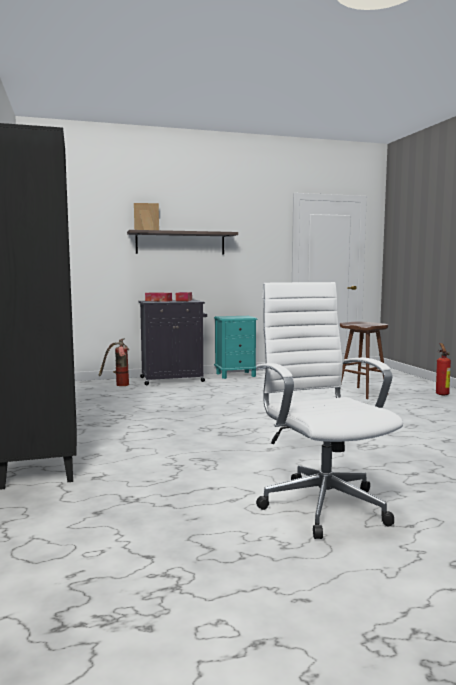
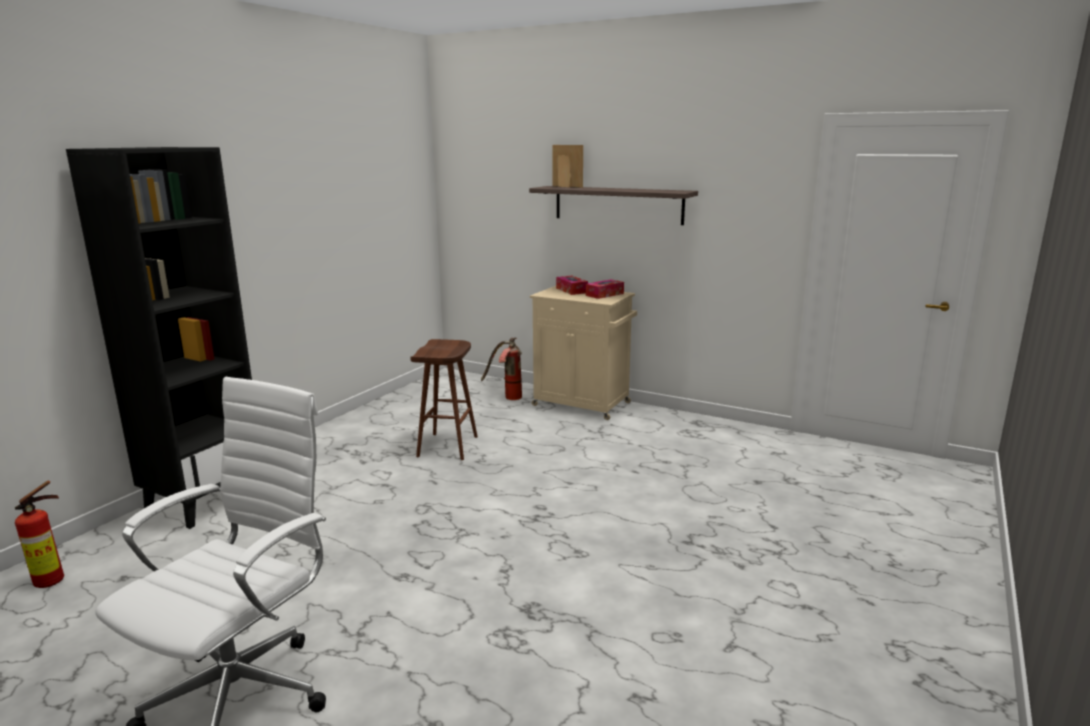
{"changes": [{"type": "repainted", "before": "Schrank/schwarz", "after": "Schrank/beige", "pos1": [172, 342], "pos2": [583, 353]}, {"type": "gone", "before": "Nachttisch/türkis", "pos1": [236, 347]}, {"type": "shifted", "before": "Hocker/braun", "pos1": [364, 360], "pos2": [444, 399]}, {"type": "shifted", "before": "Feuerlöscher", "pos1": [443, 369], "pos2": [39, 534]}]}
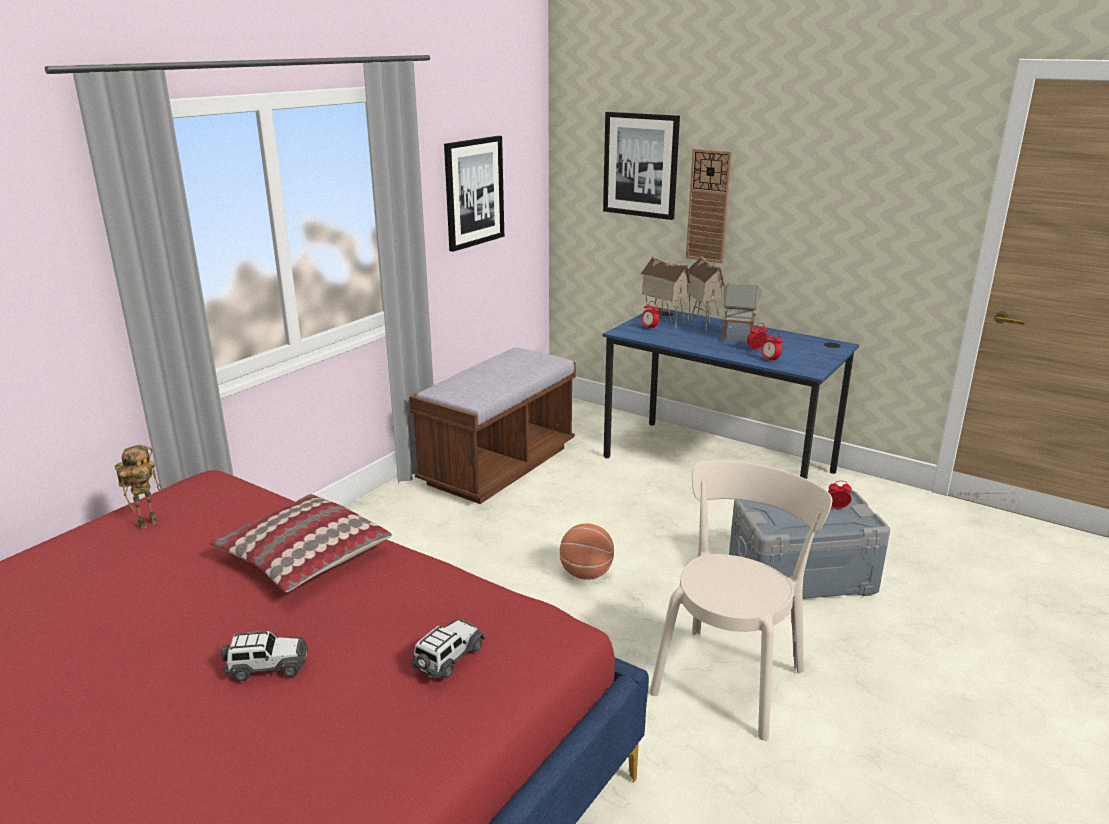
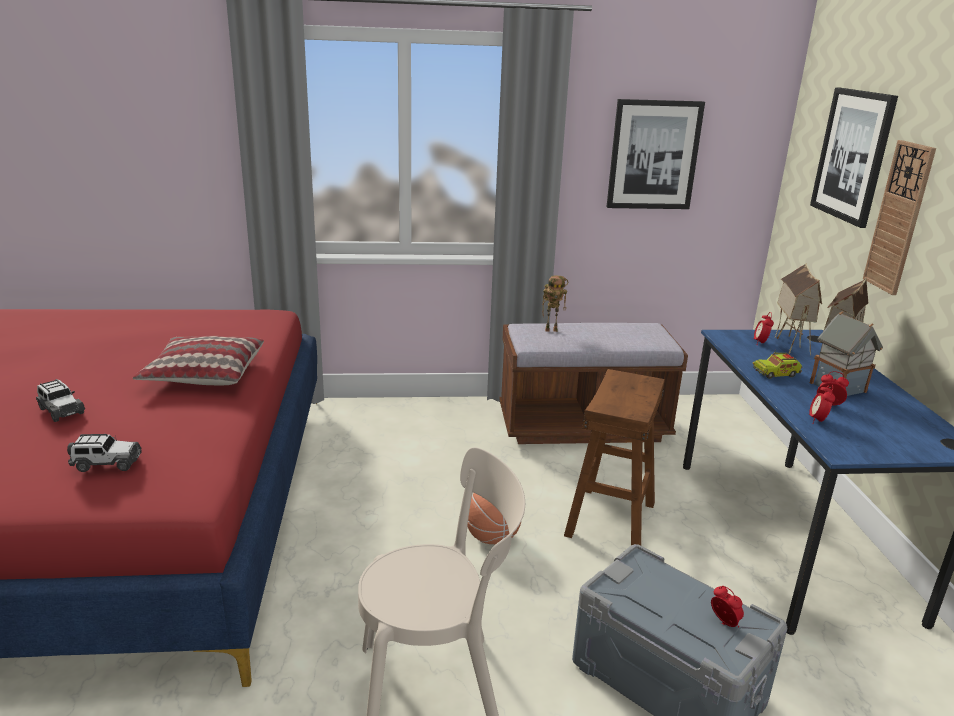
{"changes": [{"type": "shifted", "before": "Spielzeugroboter", "pos1": [138, 487], "pos2": [555, 304]}, {"type": "new", "after": "Spielzeuglaster", "pos2": [778, 364]}, {"type": "new", "after": "Hocker/braun", "pos2": [614, 457]}]}
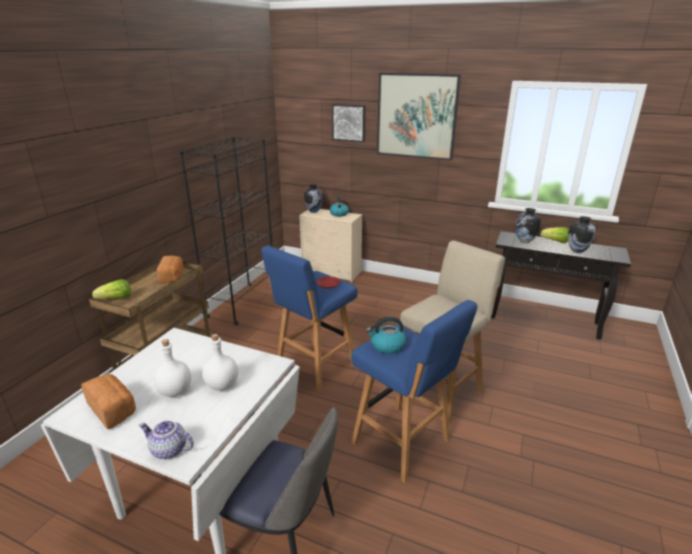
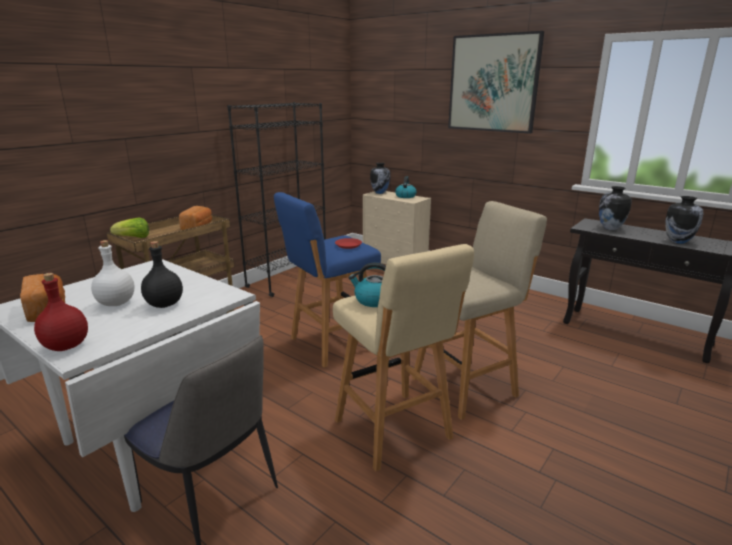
{"changes": [{"type": "gone", "before": "Bild", "pos1": [349, 123]}, {"type": "gone", "before": "Salatkopf", "pos1": [554, 235]}, {"type": "repainted", "before": "Hocker/blau", "after": "Hocker/beige", "pos1": [414, 391], "pos2": [403, 357]}, {"type": "repainted", "before": "Flasche/weiß", "after": "Flasche/schwarz", "pos1": [220, 362], "pos2": [162, 274]}, {"type": "swapped", "before": "Teekanne", "after": "Flasche/rot", "pos1": [166, 439], "pos2": [61, 312]}]}
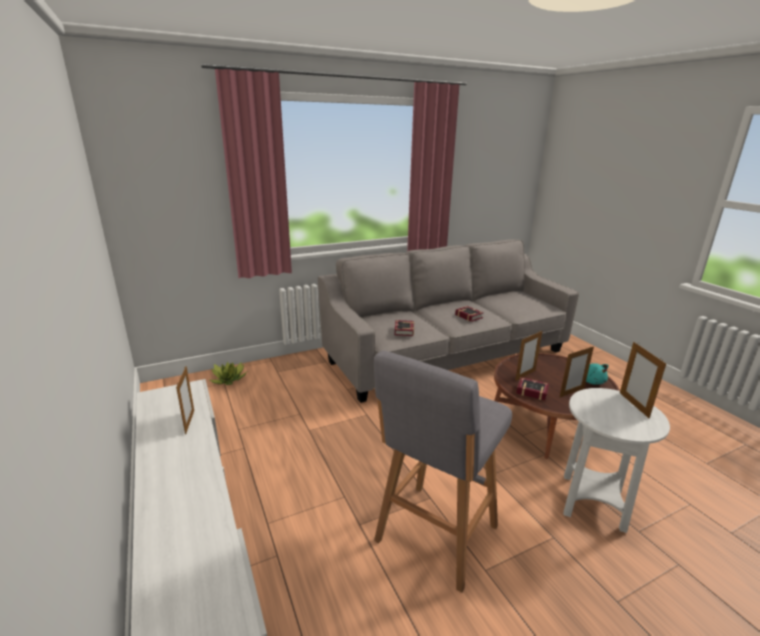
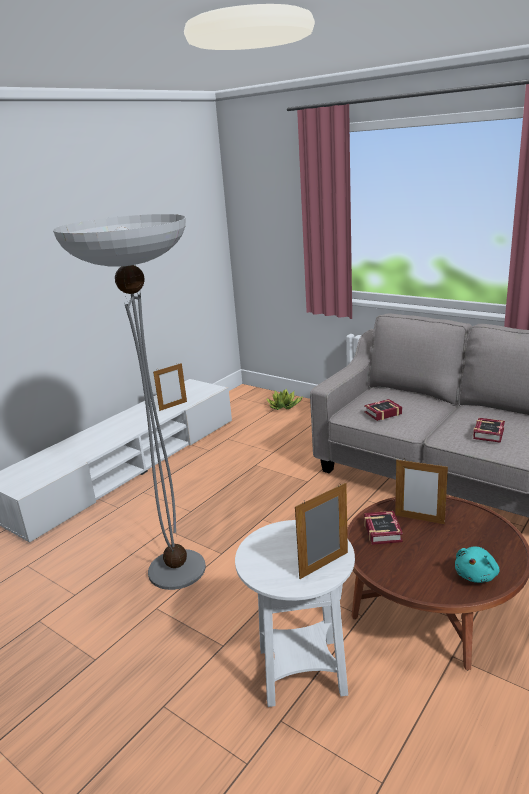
{"changes": [{"type": "gone", "before": "Bilderrahmen", "pos1": [577, 371]}, {"type": "swapped", "before": "Hocker/grau", "after": "Stehlampe", "pos1": [443, 472], "pos2": [129, 402]}]}
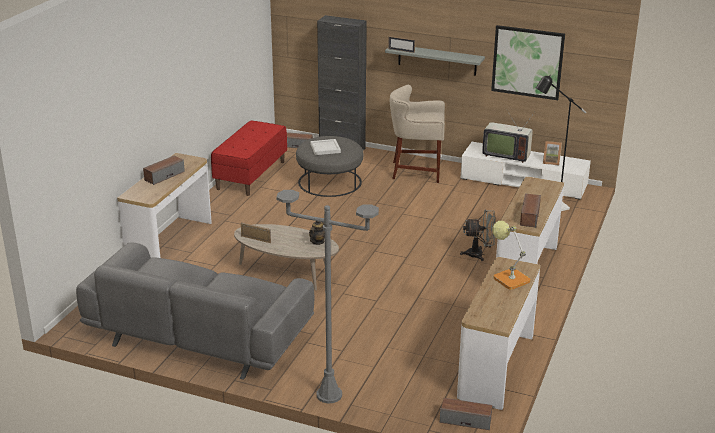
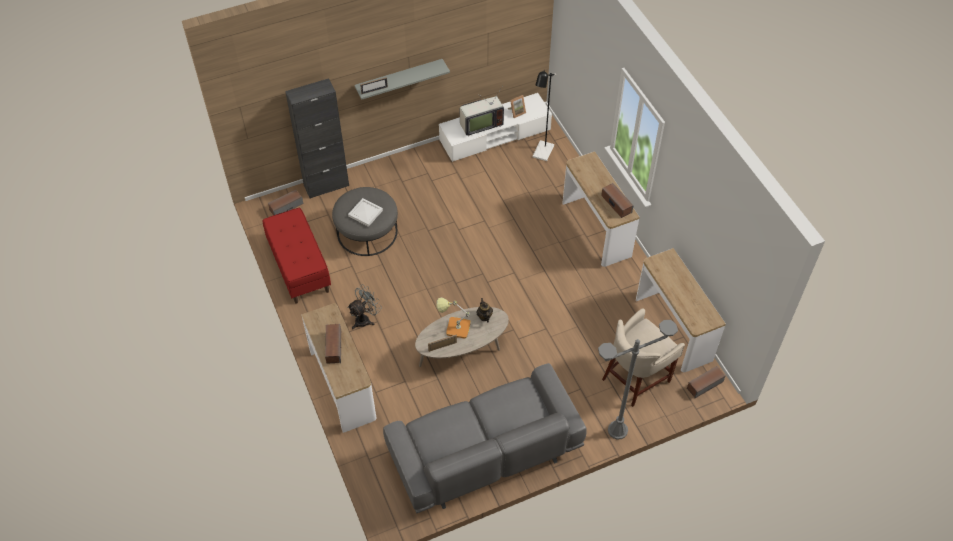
{"changes": [{"type": "gone", "before": "Bild", "pos1": [528, 62]}, {"type": "shifted", "before": "Hocker/beige", "pos1": [417, 134], "pos2": [643, 357]}, {"type": "shifted", "before": "Ventilator/grau", "pos1": [478, 235], "pos2": [364, 307]}, {"type": "shifted", "before": "Tischlampe", "pos1": [511, 255], "pos2": [453, 318]}]}
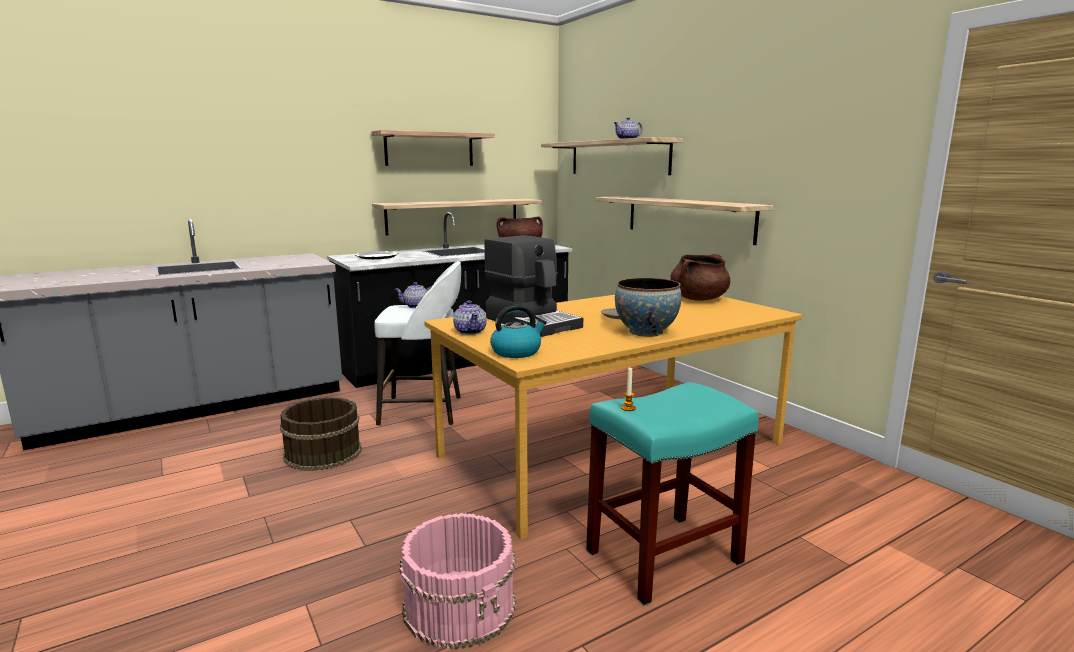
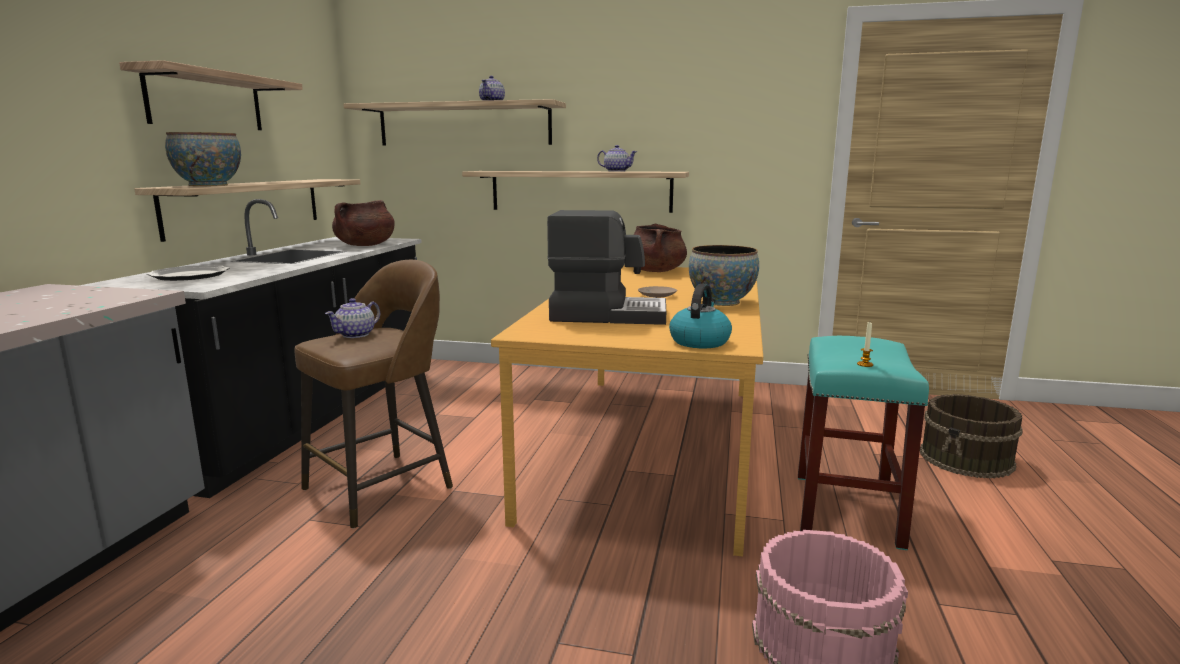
{"changes": [{"type": "repainted", "before": "Hocker/weiß", "after": "Hocker/braun", "pos1": [417, 343], "pos2": [373, 394]}, {"type": "shifted", "before": "Teekanne", "pos1": [470, 317], "pos2": [617, 158]}, {"type": "shifted", "before": "Eimer/braun", "pos1": [321, 434], "pos2": [971, 436]}, {"type": "new", "after": "Schüssel", "pos2": [203, 159]}]}
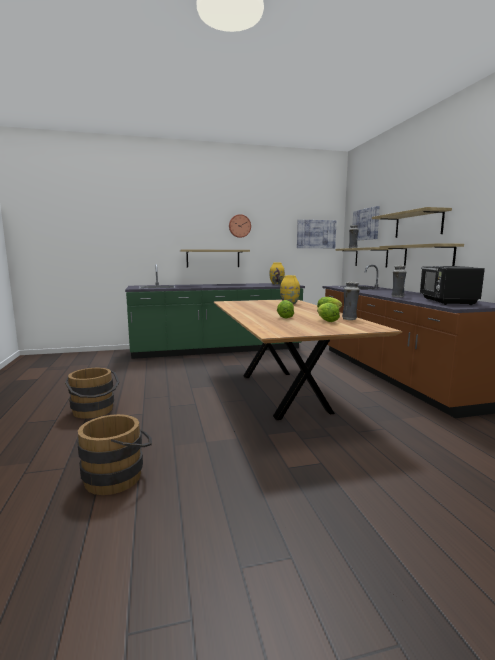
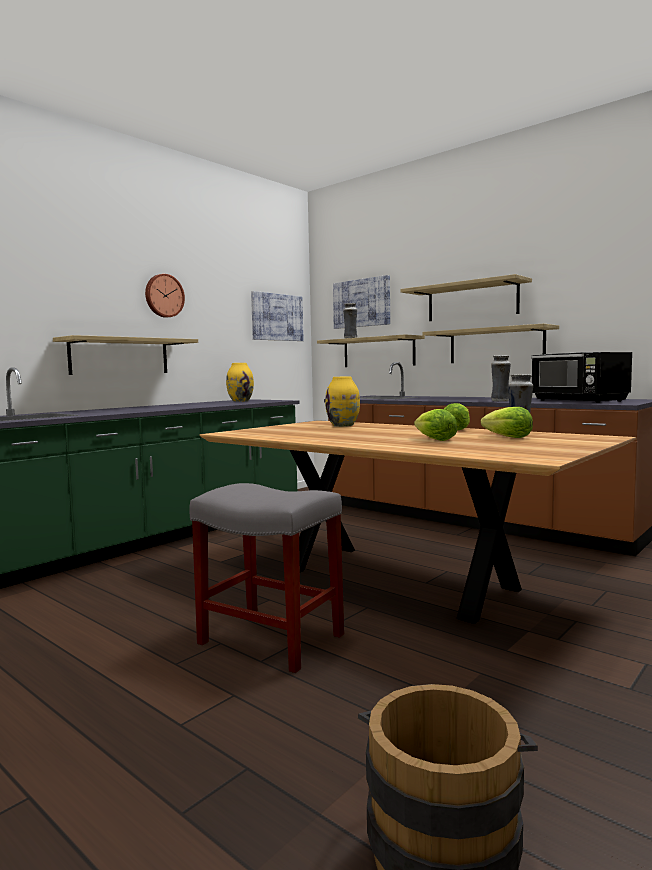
{"changes": [{"type": "gone", "before": "Eimer/braun", "pos1": [92, 393]}, {"type": "new", "after": "Hocker/grau", "pos2": [266, 578]}]}
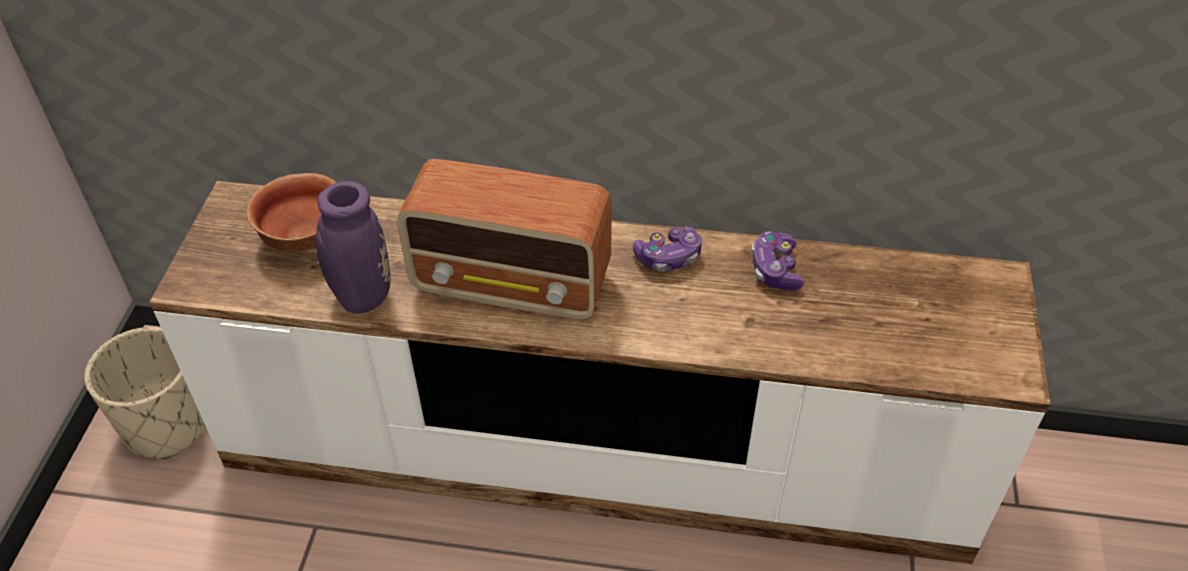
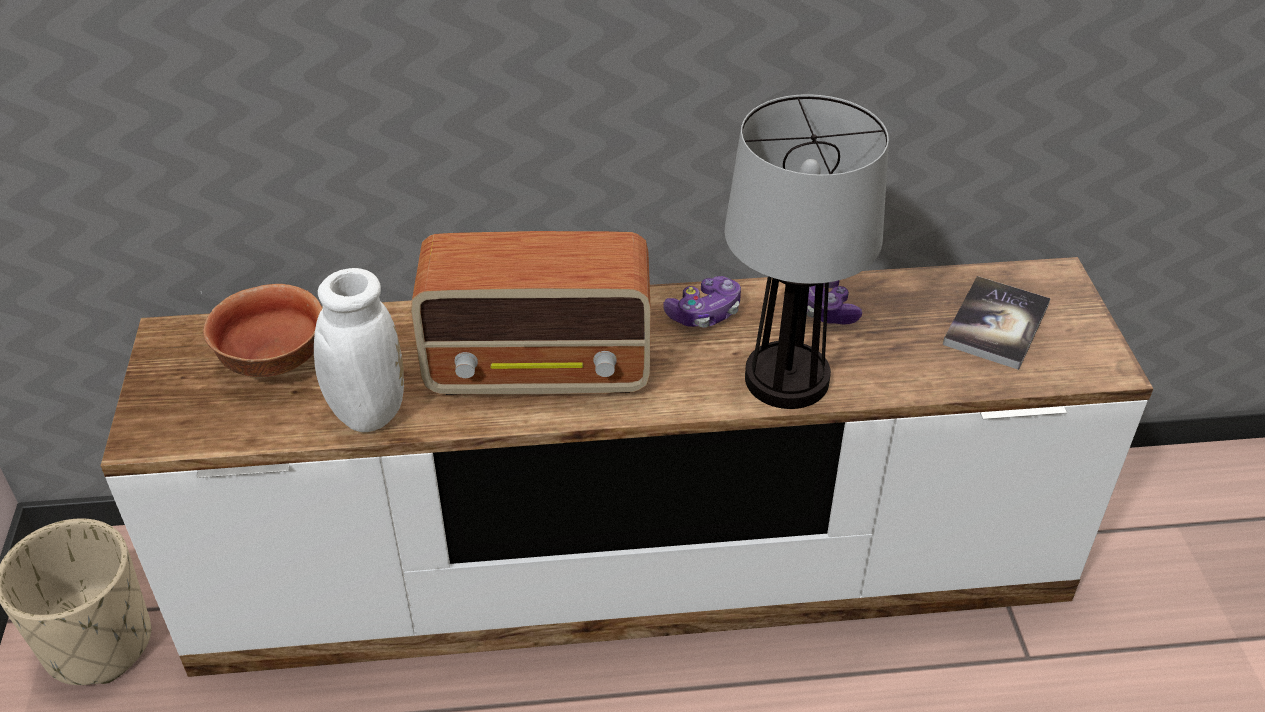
{"changes": [{"type": "repainted", "before": "Vase/lila", "after": "Vase/weiß", "pos1": [308, 247], "pos2": [302, 350]}, {"type": "new", "after": "Tischlampe", "pos2": [806, 251]}, {"type": "new", "after": "Buch", "pos2": [996, 323]}]}
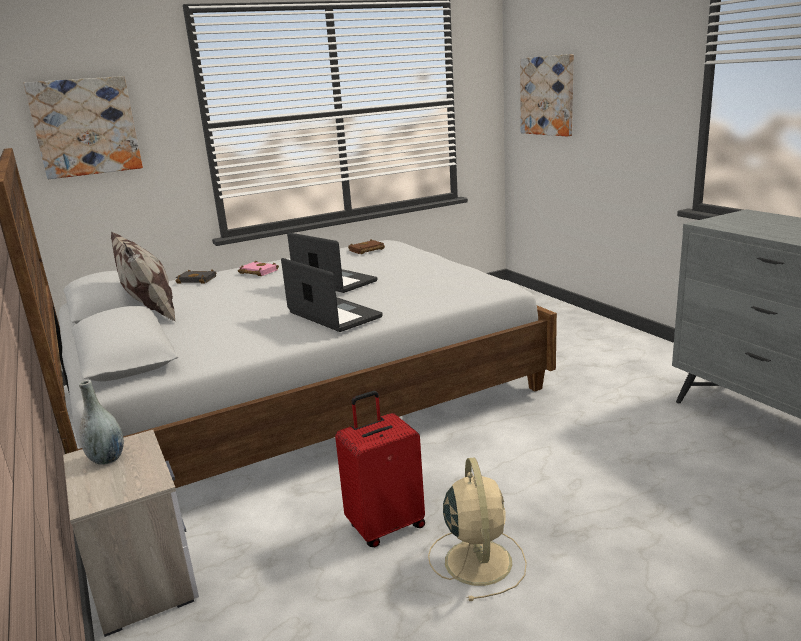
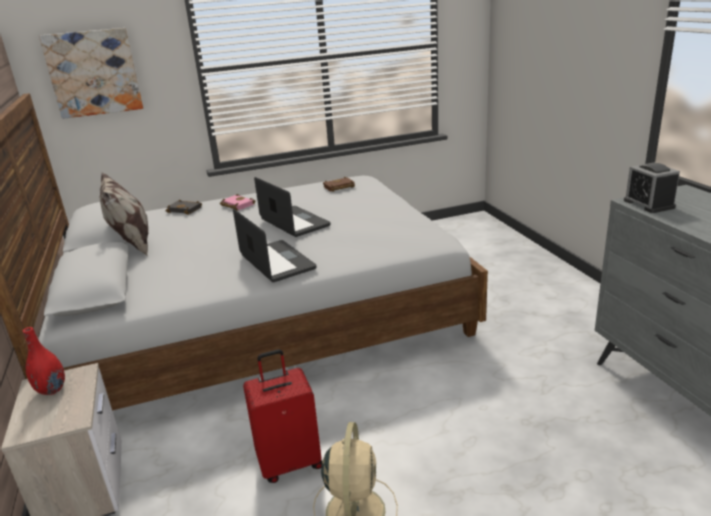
{"changes": [{"type": "gone", "before": "Bild", "pos1": [547, 95]}, {"type": "repainted", "before": "Vase/grau", "after": "Vase/rot", "pos1": [101, 422], "pos2": [43, 361]}, {"type": "new", "after": "Wecker", "pos2": [652, 188]}]}
